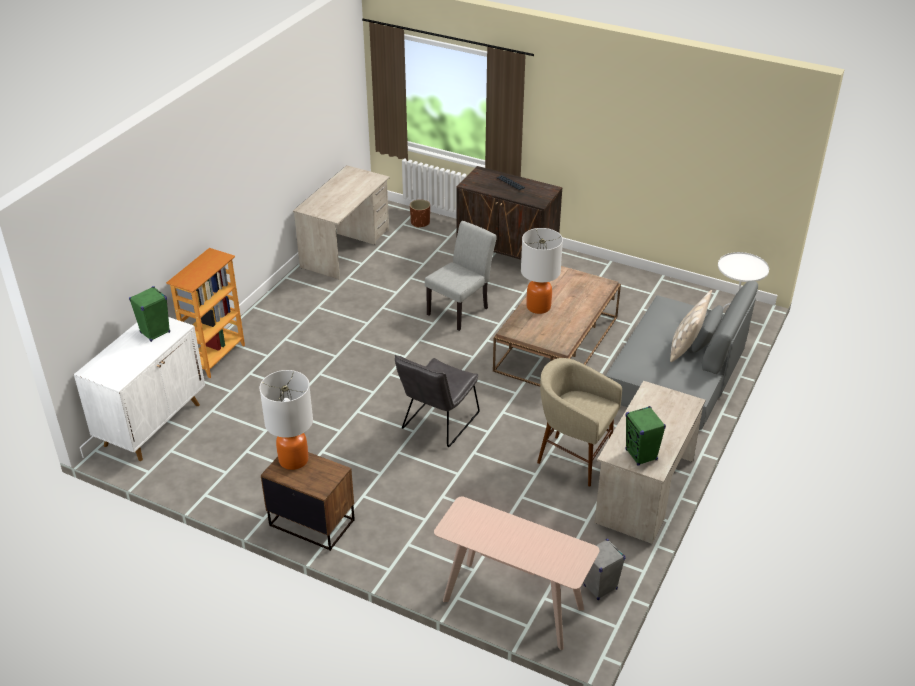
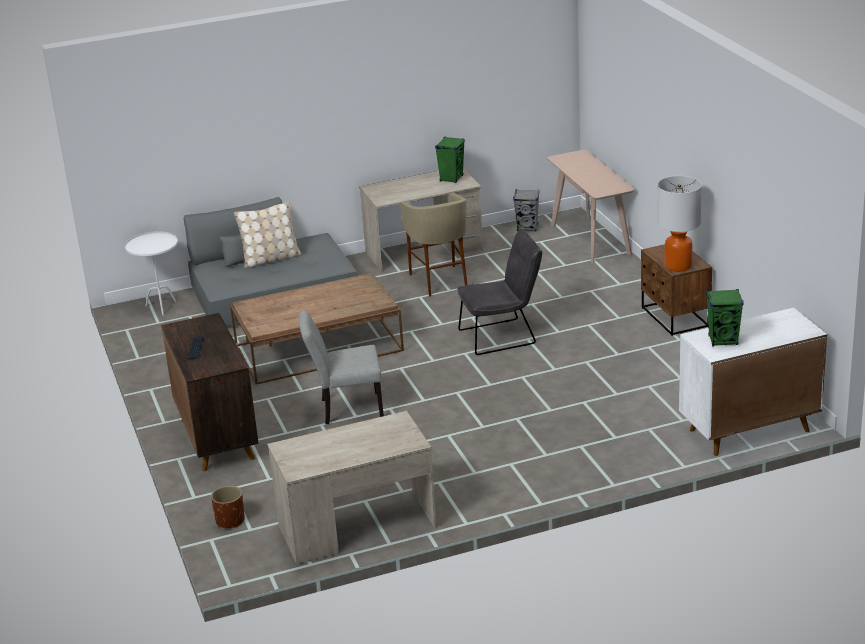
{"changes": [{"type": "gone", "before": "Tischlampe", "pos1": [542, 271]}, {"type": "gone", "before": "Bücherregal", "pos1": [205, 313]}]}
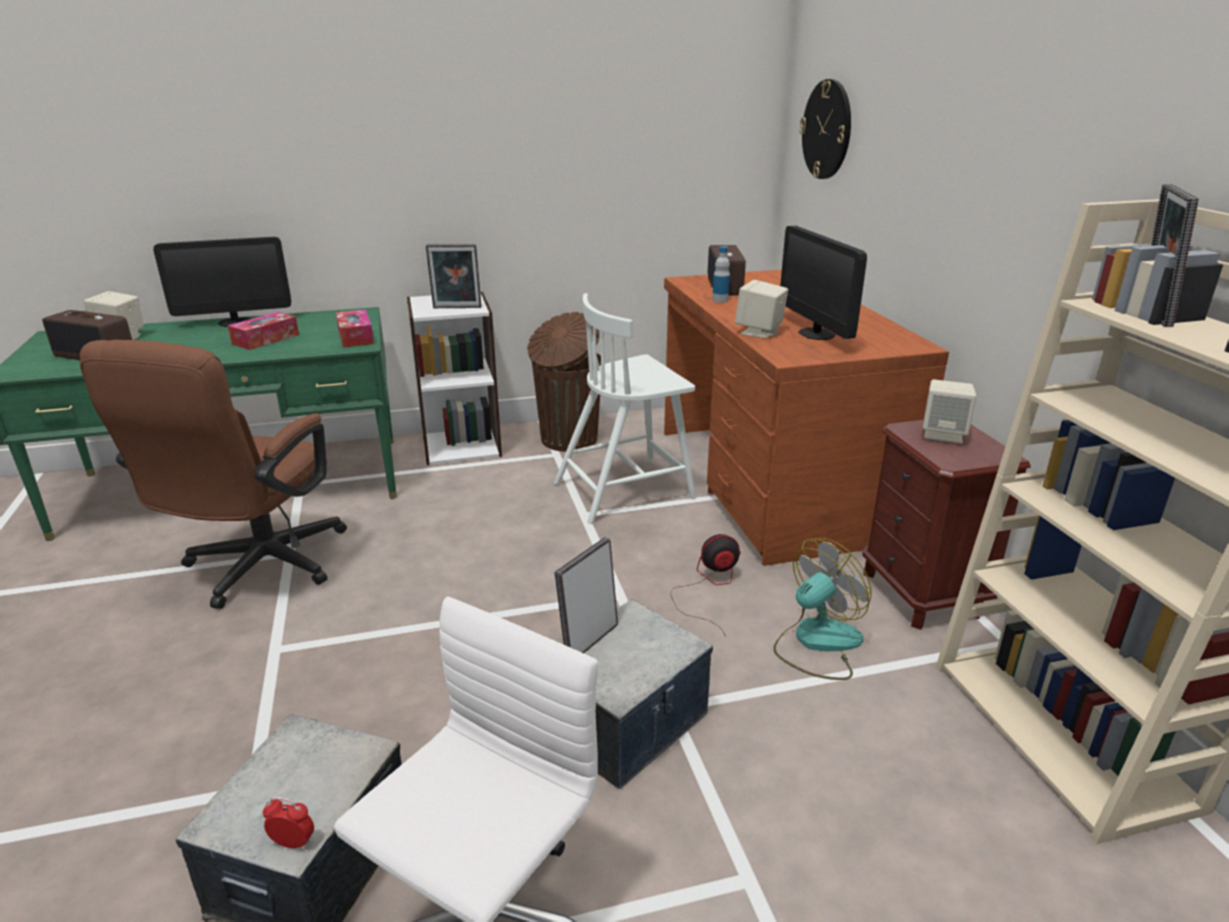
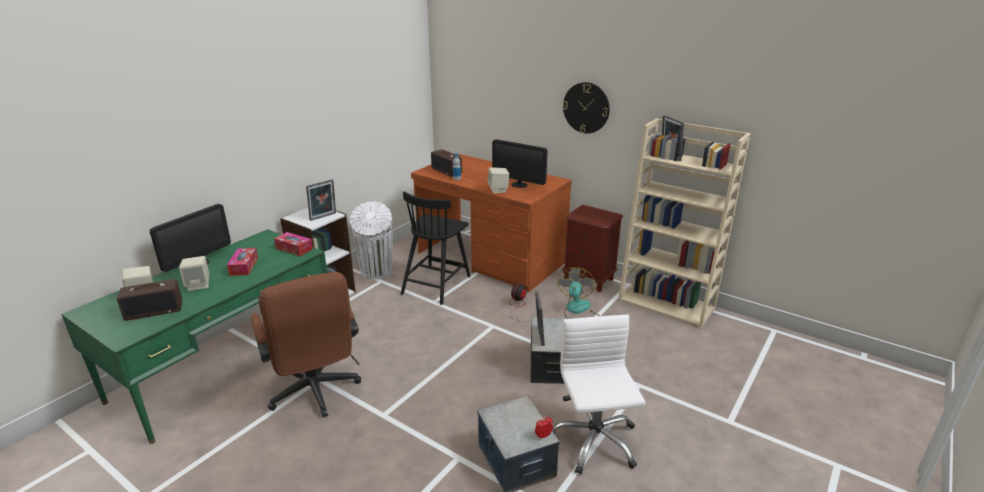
{"changes": [{"type": "shifted", "before": "Wanduhr", "pos1": [825, 129], "pos2": [586, 108]}, {"type": "repainted", "before": "Stuhl/weiß", "after": "Stuhl/schwarz", "pos1": [625, 408], "pos2": [435, 248]}, {"type": "repainted", "before": "Mülleimer/braun", "after": "Mülleimer/weiß", "pos1": [564, 382], "pos2": [371, 240]}, {"type": "shifted", "before": "Lautsprecher/beige", "pos1": [949, 411], "pos2": [194, 273]}]}
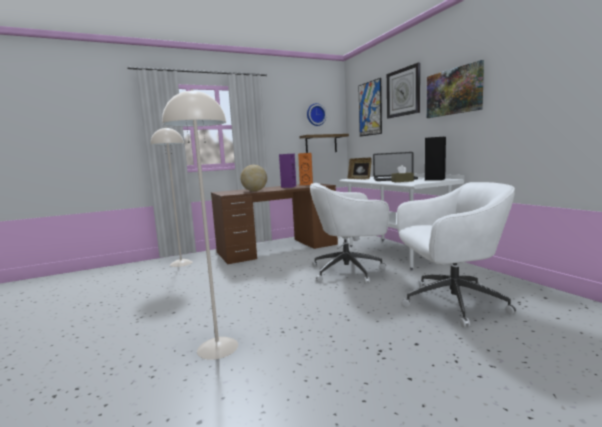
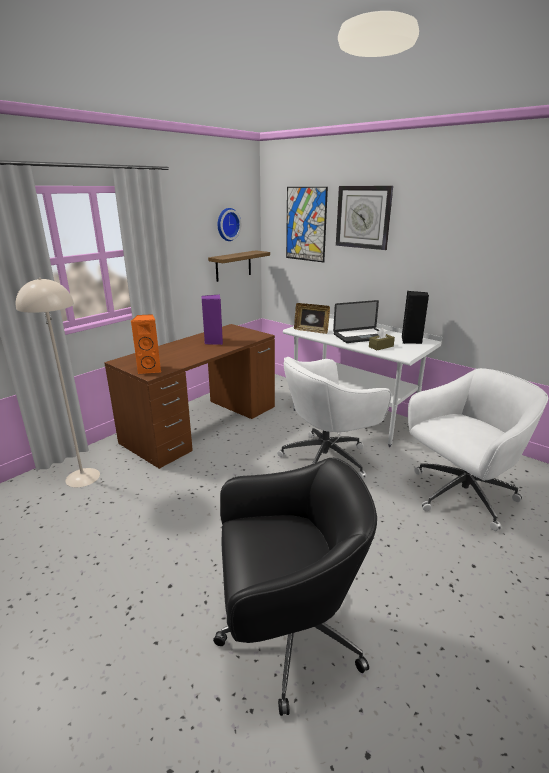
{"changes": [{"type": "gone", "before": "Bild", "pos1": [455, 89]}, {"type": "swapped", "before": "Stehlampe/beige", "after": "Bürostuhl/schwarz", "pos1": [200, 224], "pos2": [295, 587]}, {"type": "shifted", "before": "Lautsprecher/orange", "pos1": [305, 169], "pos2": [146, 344]}, {"type": "gone", "before": "Globus", "pos1": [253, 178]}]}
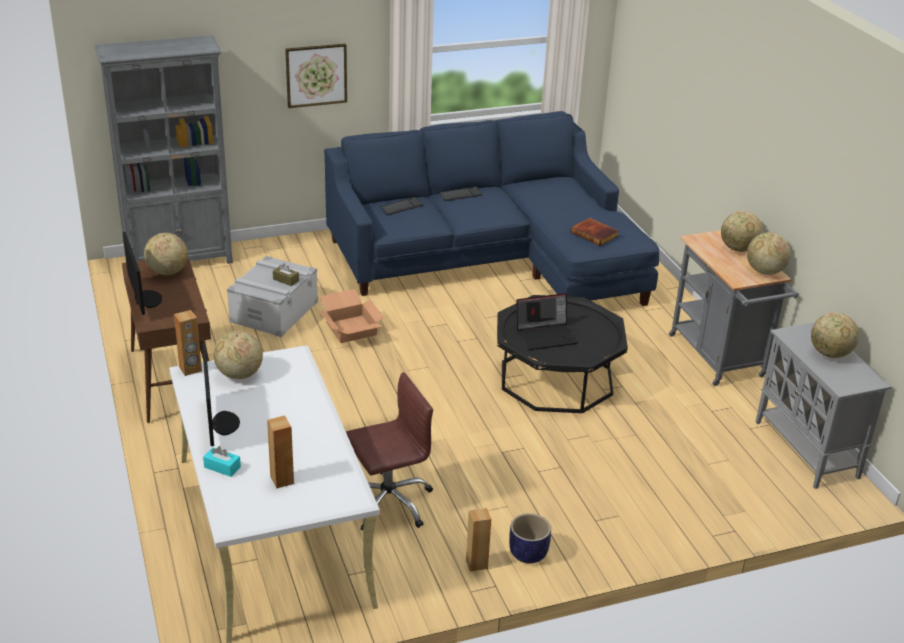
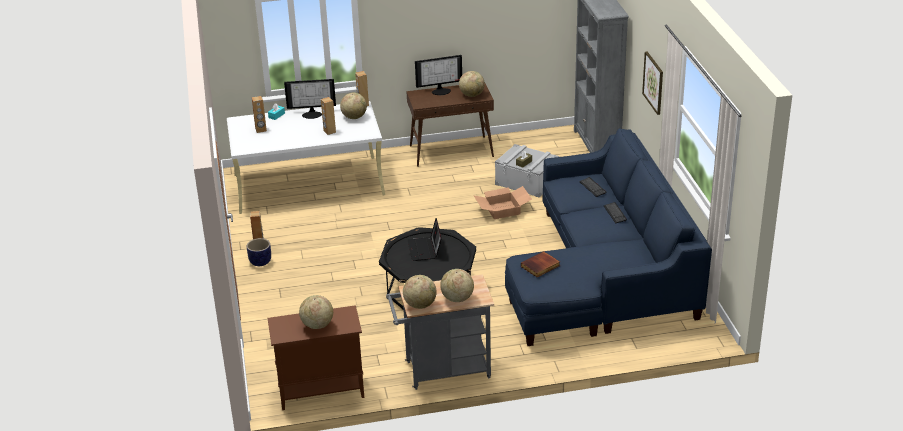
{"changes": [{"type": "repainted", "before": "Schrank/grau", "after": "Schrank/braun", "pos1": [824, 405], "pos2": [316, 357]}, {"type": "gone", "before": "Bürostuhl/braun", "pos1": [389, 451]}, {"type": "new", "after": "Lautsprecher/braun", "pos2": [328, 116]}]}
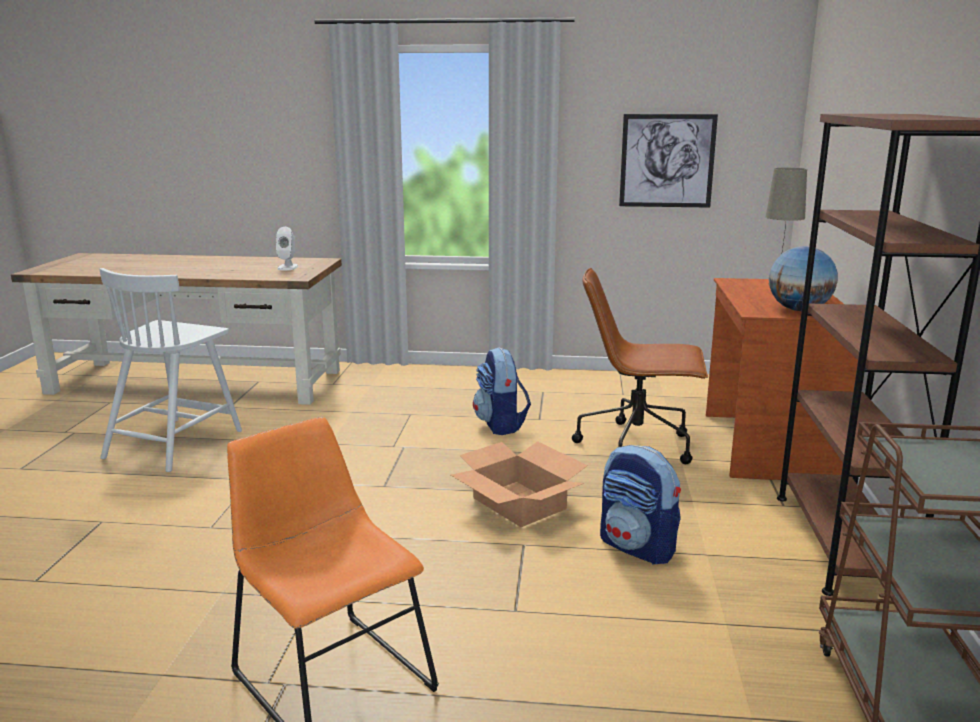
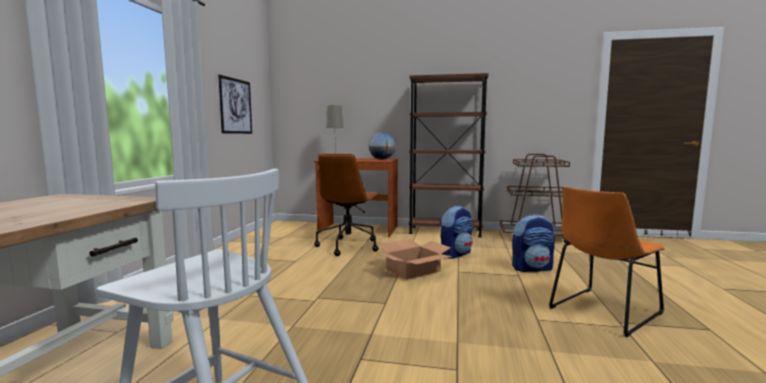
{"changes": [{"type": "gone", "before": "Lautsprecher/weiß", "pos1": [287, 248]}, {"type": "shifted", "before": "Rucksack", "pos1": [502, 391], "pos2": [533, 243]}]}
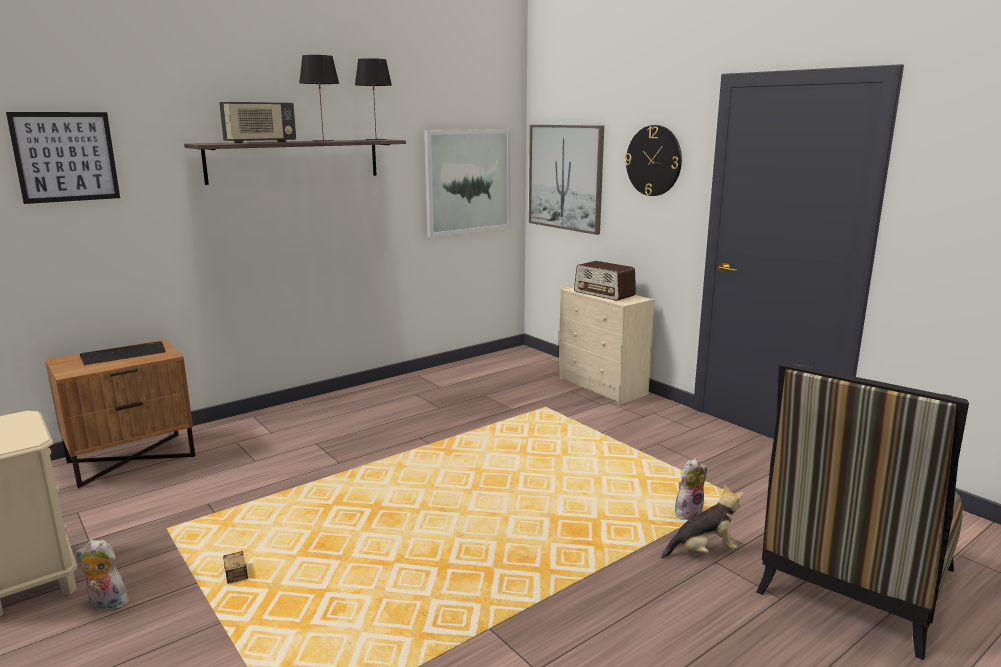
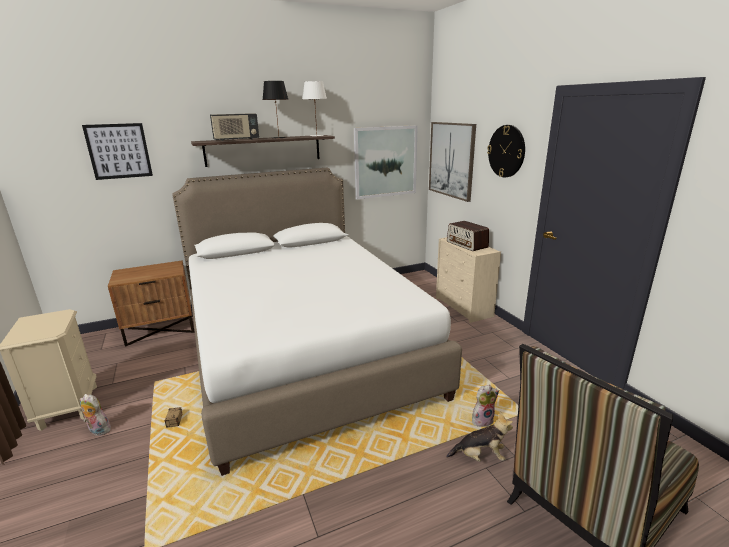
{"changes": [{"type": "repainted", "before": "Tischlampe/schwarz", "after": "Tischlampe/weiß", "pos1": [373, 99], "pos2": [315, 108]}, {"type": "gone", "before": "Tastatur", "pos1": [123, 353]}, {"type": "new", "after": "Bett/weiß", "pos2": [317, 322]}]}
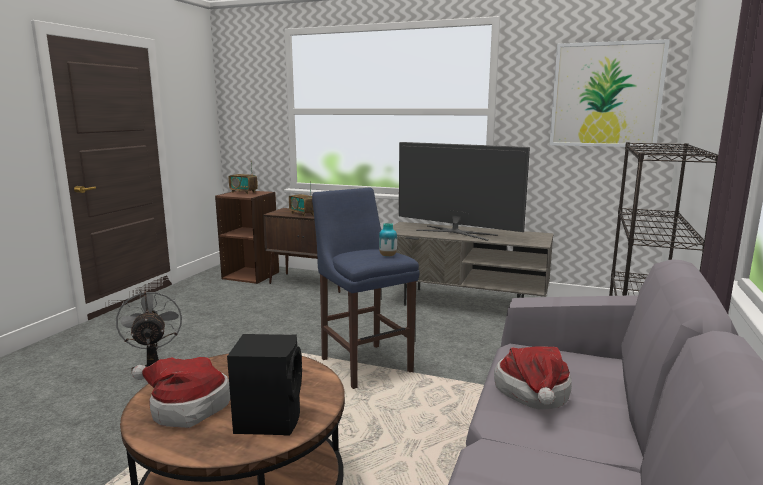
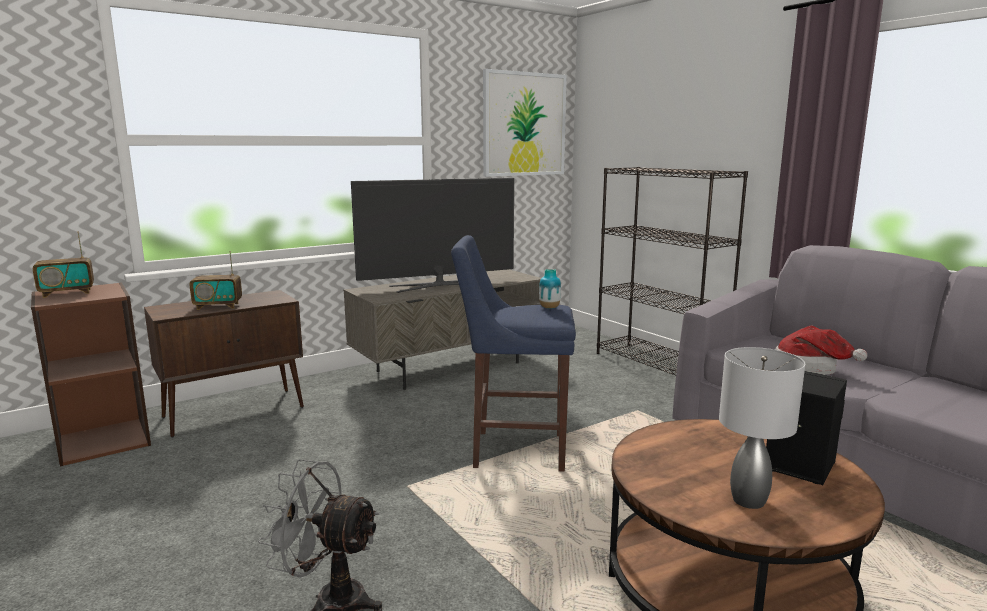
{"changes": [{"type": "swapped", "before": "Hut", "after": "Tischlampe/grau", "pos1": [181, 392], "pos2": [762, 428]}]}
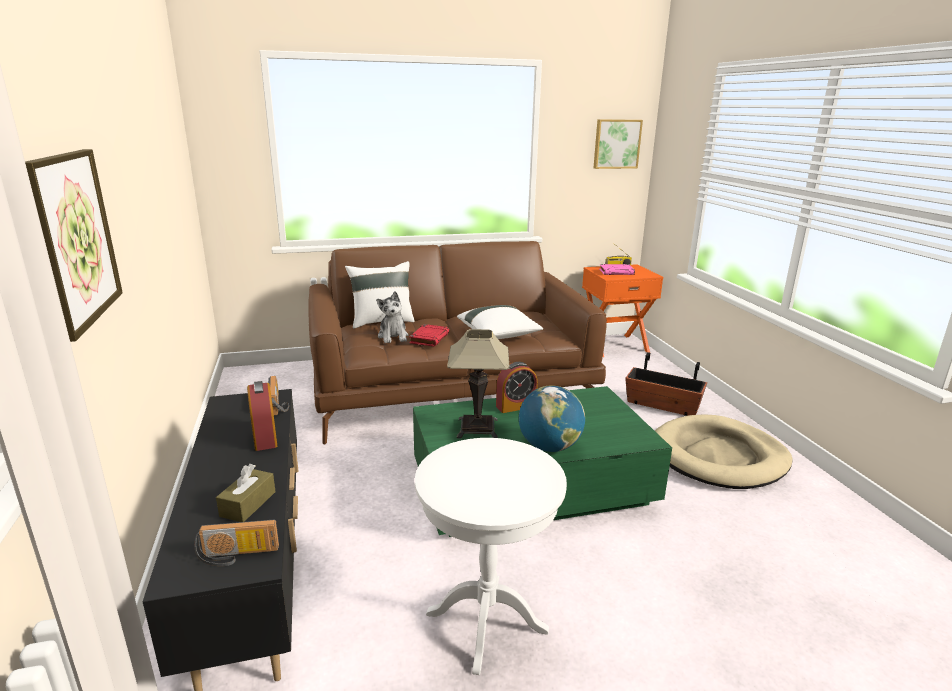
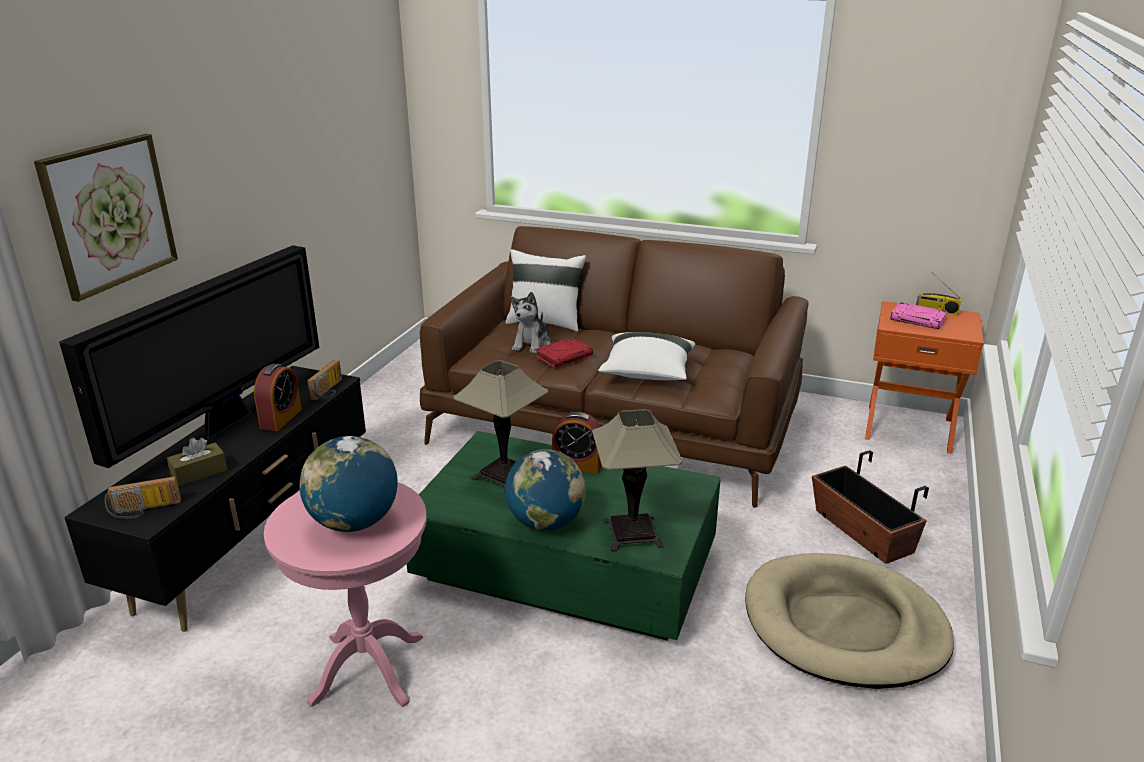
{"changes": [{"type": "gone", "before": "Bild", "pos1": [618, 144]}, {"type": "repainted", "before": "Beistelltisch/weiß", "after": "Beistelltisch/rosa", "pos1": [491, 556], "pos2": [345, 594]}, {"type": "rotated", "before": "Radio", "pos1": [237, 543], "pos2": [142, 497], "turn": -45}, {"type": "new", "after": "Fernseher", "pos2": [189, 356]}, {"type": "new", "after": "Tischlampe", "pos2": [637, 480]}, {"type": "new", "after": "Globus", "pos2": [348, 484]}]}
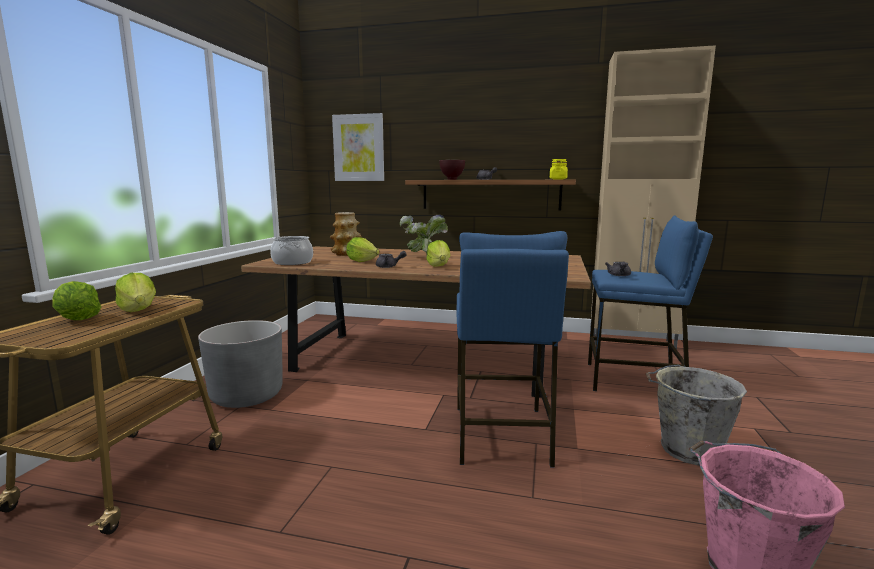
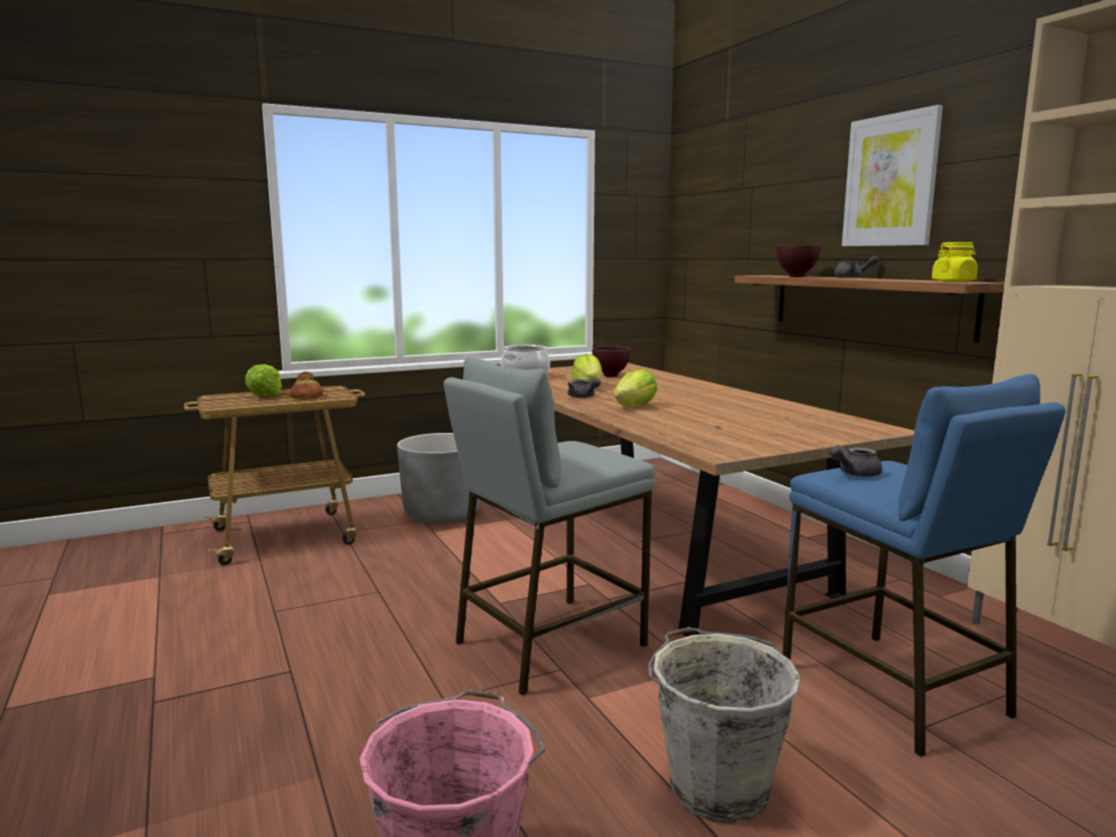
{"changes": [{"type": "shifted", "before": "Bild", "pos1": [358, 147], "pos2": [892, 175]}, {"type": "swapped", "before": "Vase", "after": "Schüssel/braun", "pos1": [346, 234], "pos2": [611, 361]}, {"type": "gone", "before": "Topfpflanze", "pos1": [424, 235]}, {"type": "repainted", "before": "Hocker/blau", "after": "Hocker/grau", "pos1": [513, 349], "pos2": [549, 526]}, {"type": "swapped", "before": "Salatkopf", "after": "Brot", "pos1": [135, 292], "pos2": [306, 385]}]}
